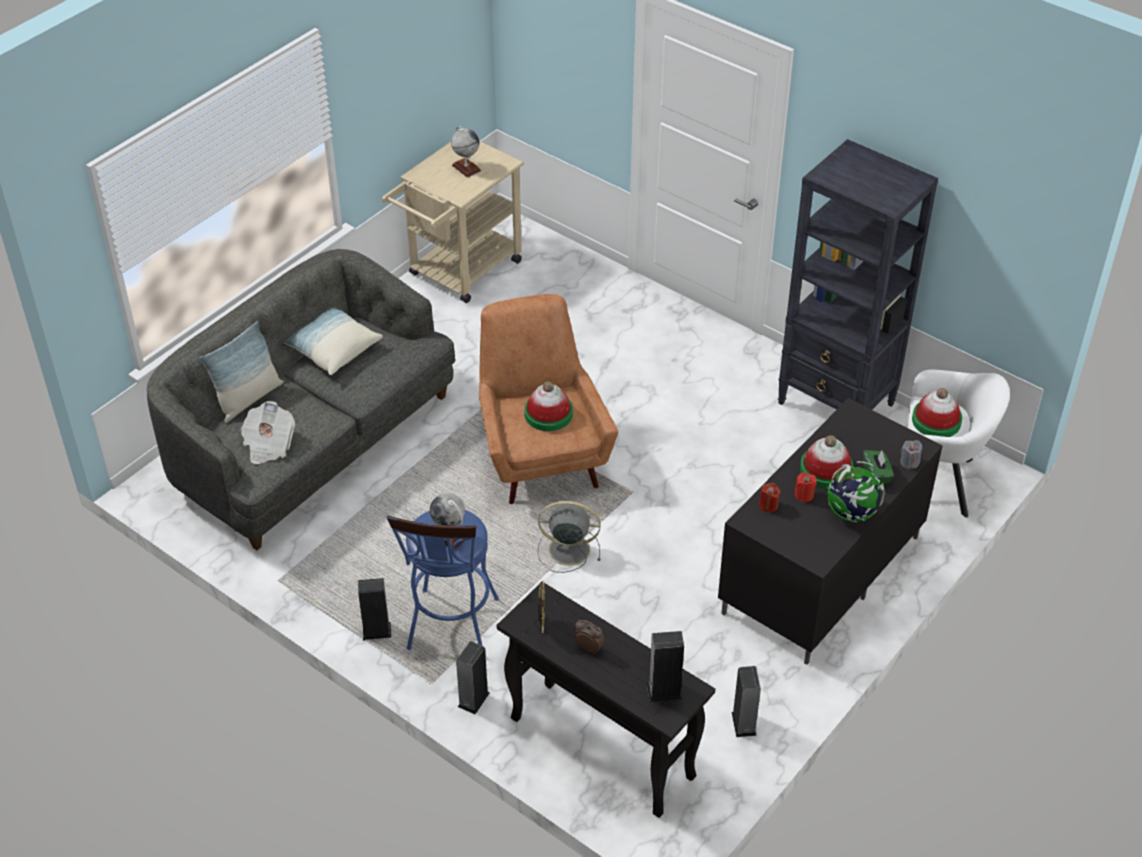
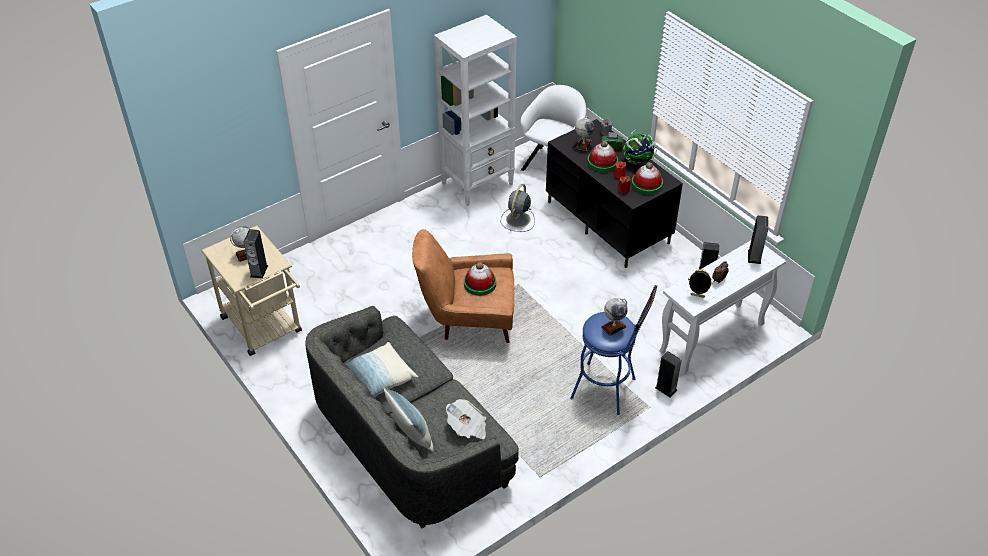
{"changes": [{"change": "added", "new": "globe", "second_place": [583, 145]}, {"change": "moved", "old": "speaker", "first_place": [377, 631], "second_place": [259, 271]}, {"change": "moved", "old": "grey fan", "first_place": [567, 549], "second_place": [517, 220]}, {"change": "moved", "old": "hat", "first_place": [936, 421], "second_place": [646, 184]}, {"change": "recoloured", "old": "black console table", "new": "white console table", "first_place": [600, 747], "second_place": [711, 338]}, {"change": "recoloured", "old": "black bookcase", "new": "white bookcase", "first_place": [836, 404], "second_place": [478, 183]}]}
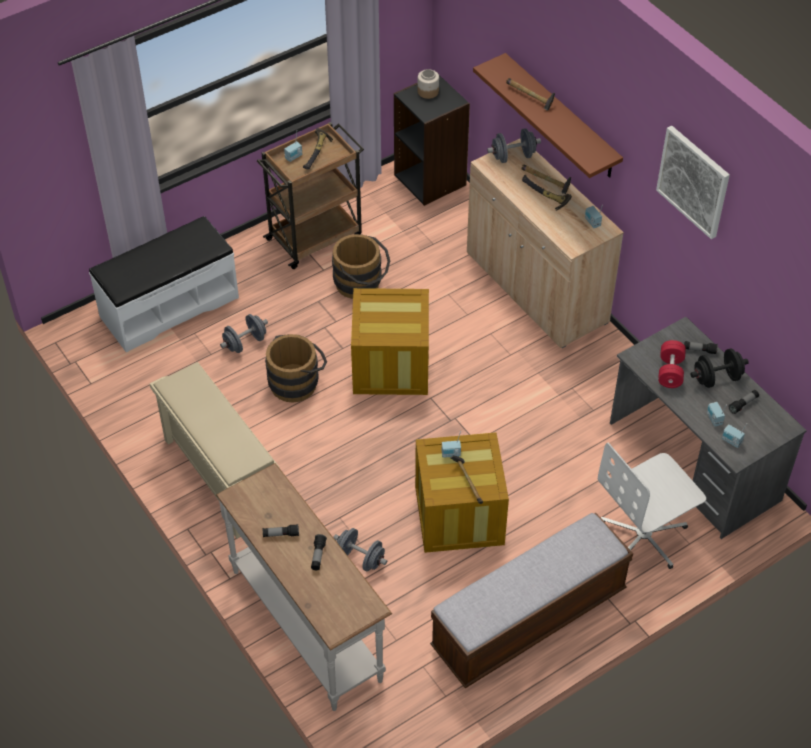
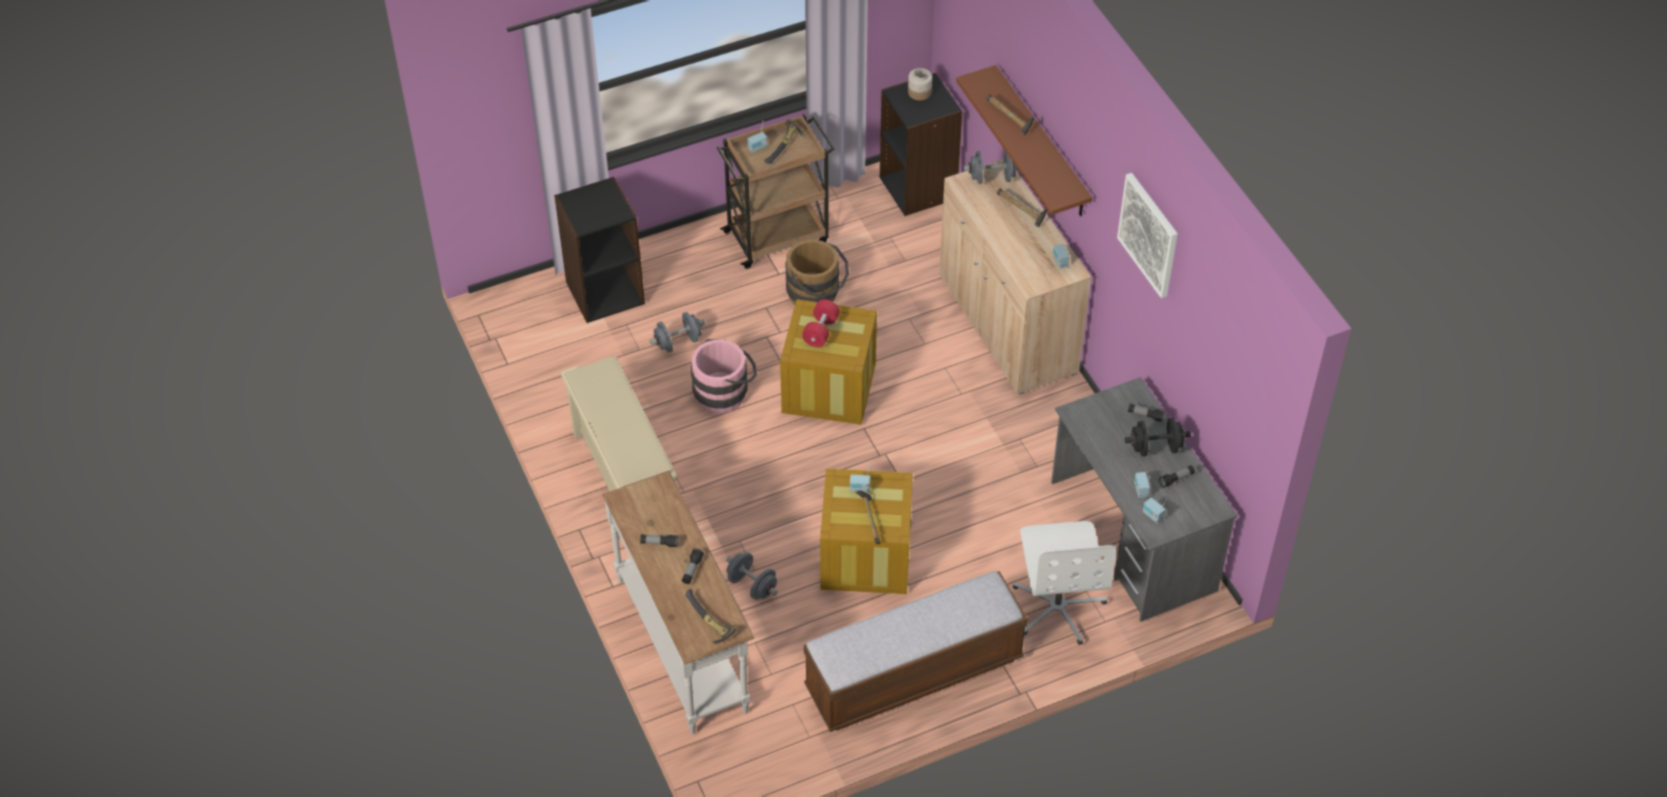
{"changes": [{"change": "moved", "old": "hammer", "first_place": [545, 196], "second_place": [707, 621]}, {"change": "moved", "old": "red dumbbell", "first_place": [670, 371], "second_place": [821, 331]}, {"change": "replaced", "old": "white bench", "new": "black bookcase", "first_place": [169, 306], "second_place": [605, 292]}, {"change": "recoloured", "old": "brown bucket", "new": "pink bucket", "first_place": [297, 381], "second_place": [725, 391]}, {"change": "turned", "old": "white office chair", "first_place": [644, 536], "second_place": [1058, 606], "degrees": -75}]}
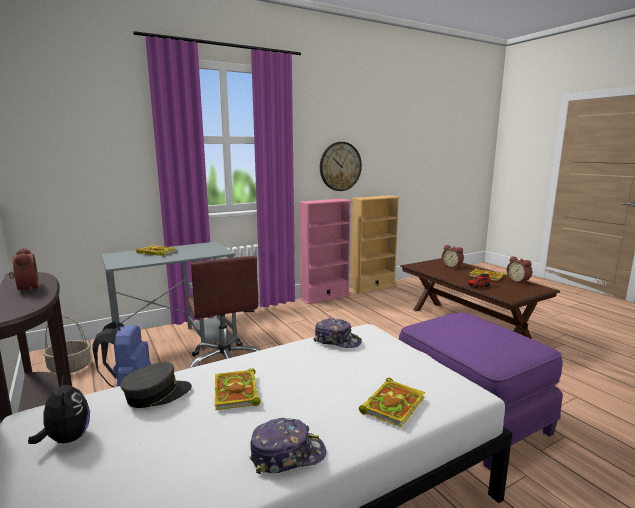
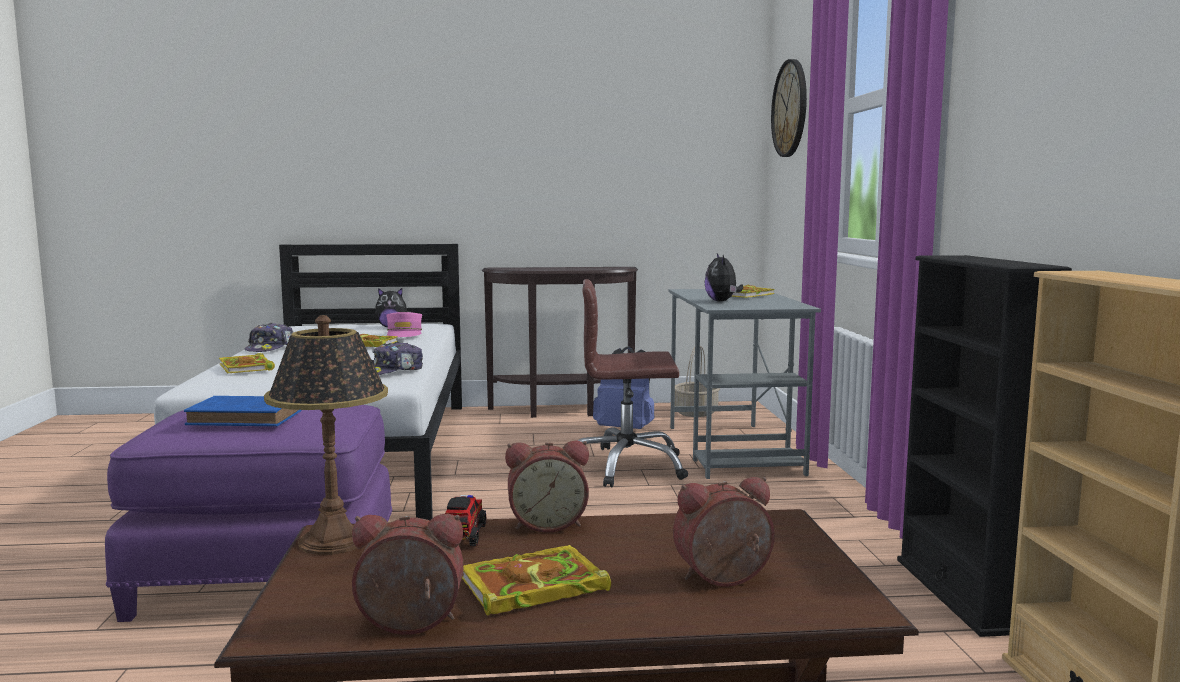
{"changes": [{"change": "added", "new": "blue book", "second_place": [248, 418]}, {"change": "added", "new": "table lamp", "second_place": [335, 541]}, {"change": "added", "new": "plush toy", "second_place": [722, 301]}, {"change": "moved", "old": "alarm clock", "first_place": [26, 288], "second_place": [547, 524]}, {"change": "moved", "old": "wall clock", "first_place": [340, 166], "second_place": [790, 108]}, {"change": "recoloured", "old": "grey cap", "new": "pink cap", "first_place": [157, 395], "second_place": [404, 333]}, {"change": "recoloured", "old": "pink bookcase", "new": "black bookcase", "first_place": [325, 297], "second_place": [962, 594]}]}
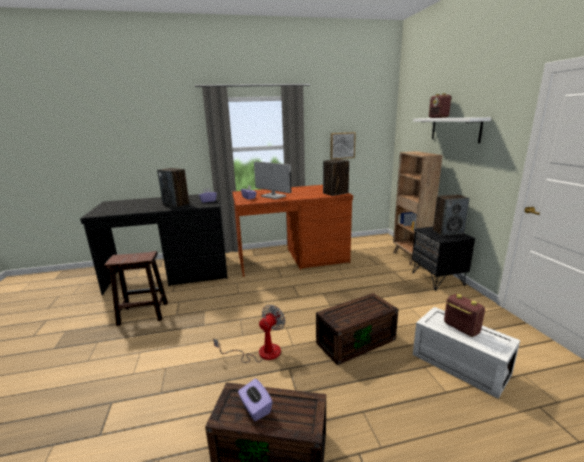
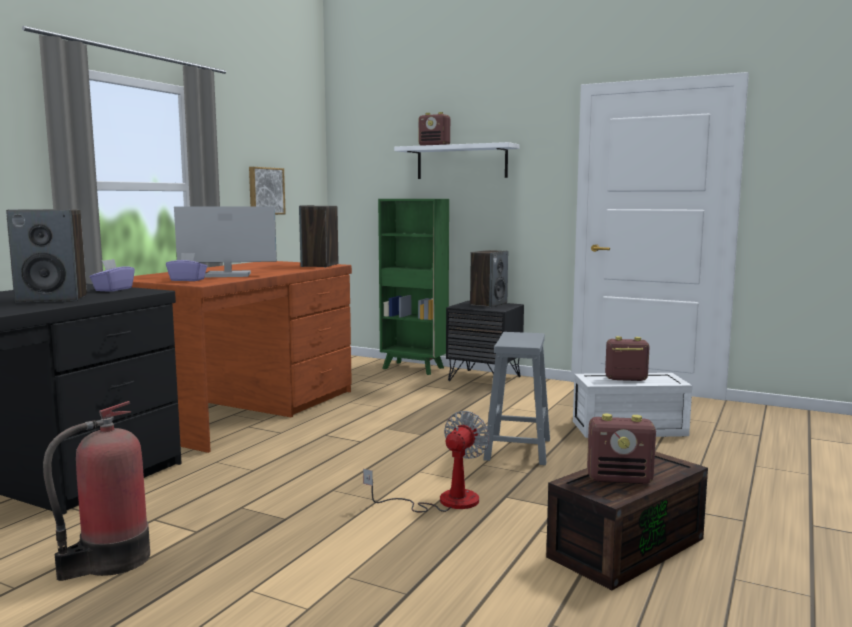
{"changes": [{"change": "replaced", "old": "brown stool", "new": "fire extinguisher", "first_place": [142, 314], "second_place": [110, 561]}, {"change": "replaced", "old": "purple tissue box", "new": "radio", "first_place": [255, 408], "second_place": [620, 479]}, {"change": "replaced", "old": "brown storage box", "new": "grey stool", "first_place": [356, 340], "second_place": [517, 449]}, {"change": "recoloured", "old": "brown bookcase", "new": "green bookcase", "first_place": [410, 257], "second_place": [414, 368]}, {"change": "turned", "old": "fan", "first_place": [261, 353], "second_place": [444, 501], "degrees": 45}]}
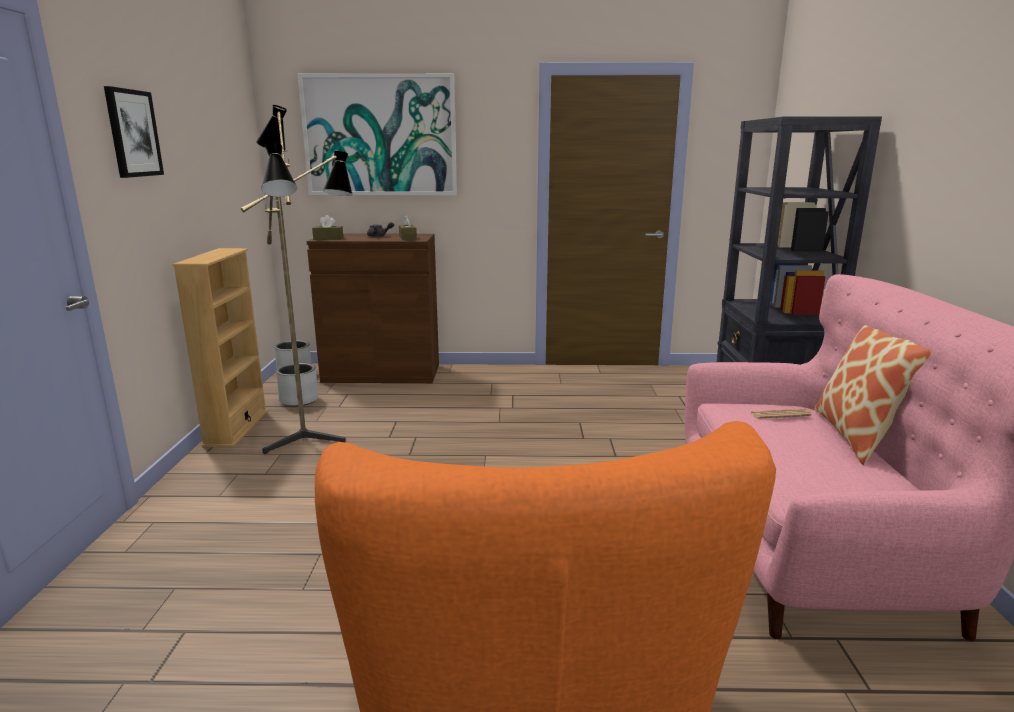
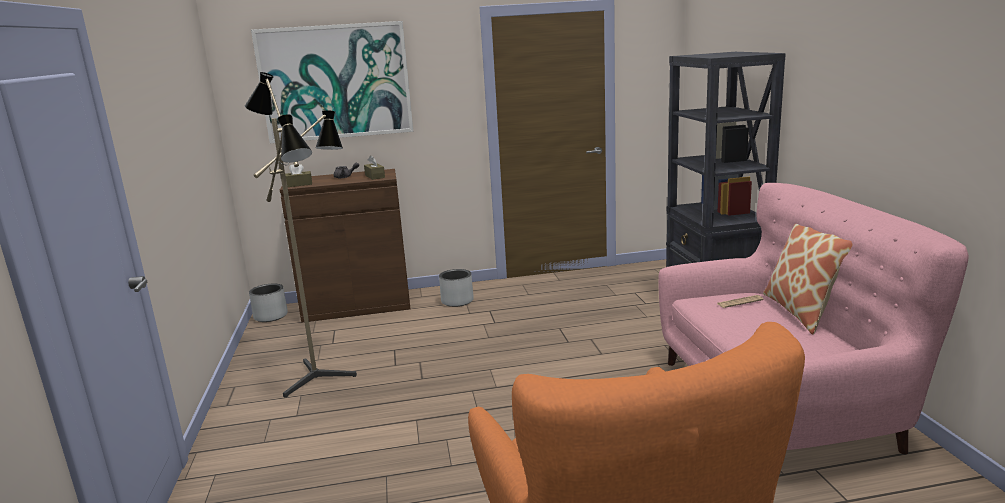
{"changes": [{"change": "removed", "old": "picture", "first_place": [133, 133]}, {"change": "removed", "old": "beige bookcase", "first_place": [236, 428]}, {"change": "moved", "old": "grey planter", "first_place": [299, 400], "second_place": [457, 301]}]}
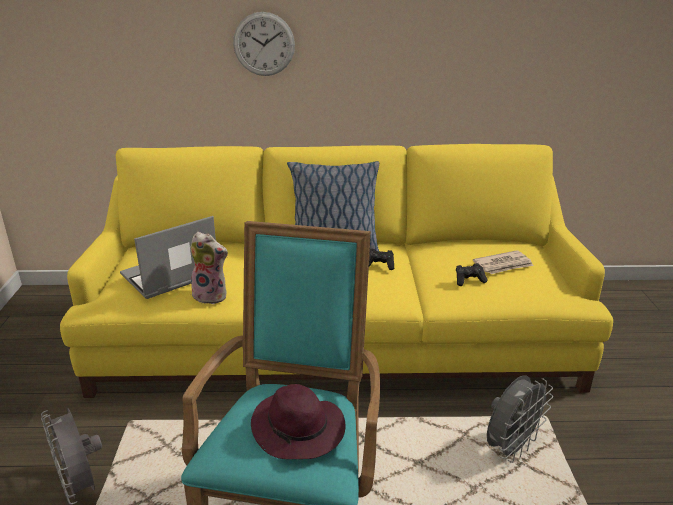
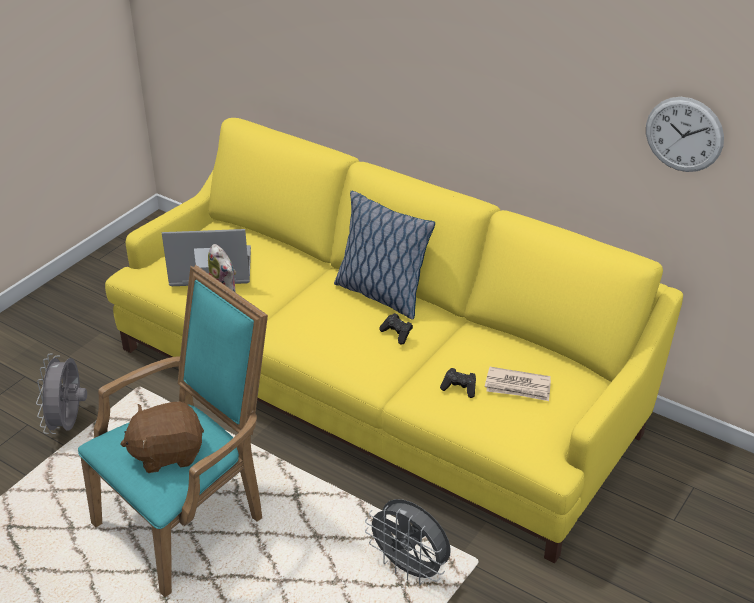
{"changes": [{"change": "moved", "old": "wall clock", "first_place": [264, 44], "second_place": [684, 134]}, {"change": "replaced", "old": "purple hat", "new": "brown plush toy", "first_place": [299, 430], "second_place": [167, 453]}, {"change": "turned", "old": "grey fan", "first_place": [511, 448], "second_place": [410, 569], "degrees": 45}]}
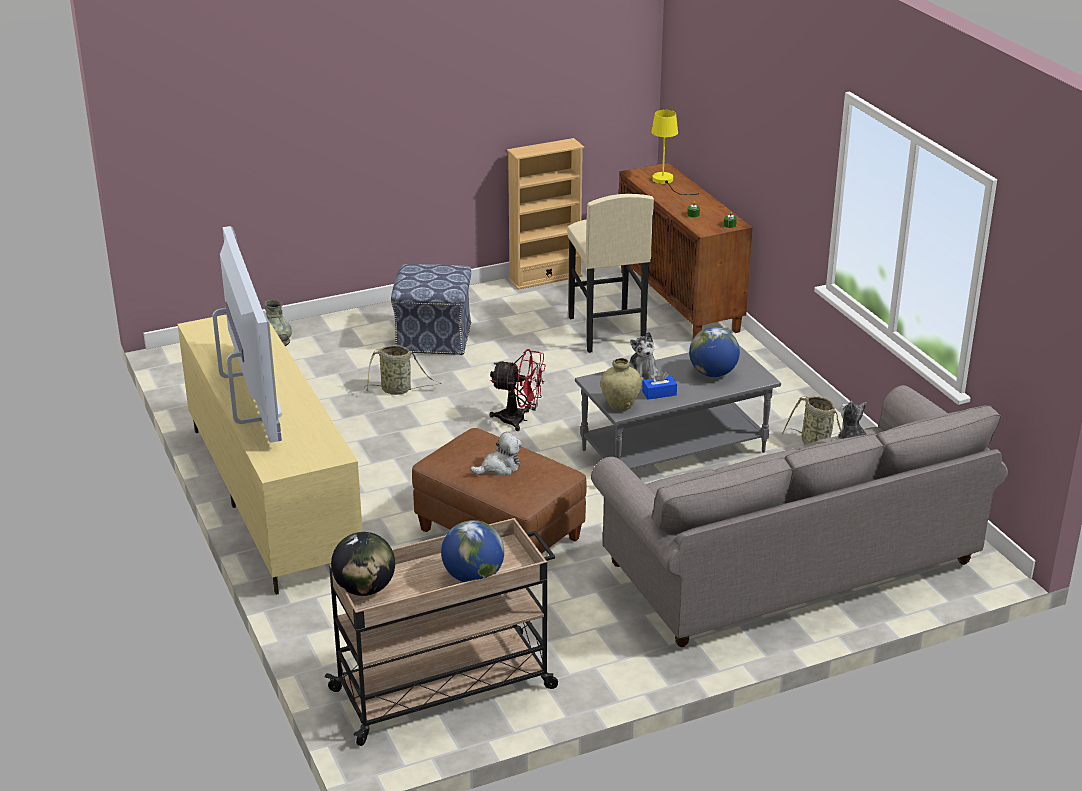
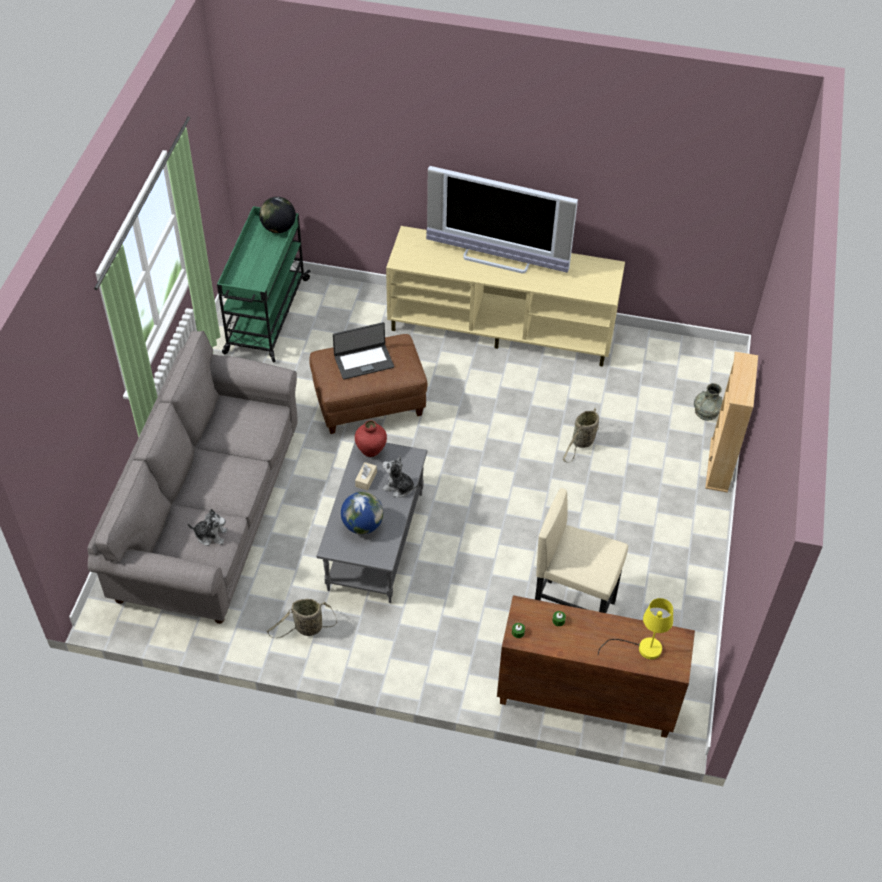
{"changes": [{"change": "removed", "old": "ottoman", "first_place": [434, 338]}, {"change": "removed", "old": "globe", "first_place": [473, 577]}, {"change": "removed", "old": "red fan", "first_place": [519, 420]}, {"change": "moved", "old": "beige bookcase", "first_place": [545, 278], "second_place": [719, 465]}, {"change": "replaced", "old": "plush toy", "new": "laptop", "first_place": [499, 467], "second_place": [363, 361]}, {"change": "recoloured", "old": "beige cart", "new": "green cart", "first_place": [446, 688], "second_place": [266, 316]}, {"change": "recoloured", "old": "beige vase", "new": "red vase", "first_place": [620, 405], "second_place": [371, 450]}, {"change": "recoloured", "old": "blue tissue box", "new": "beige tissue box", "first_place": [659, 393], "second_place": [366, 479]}]}
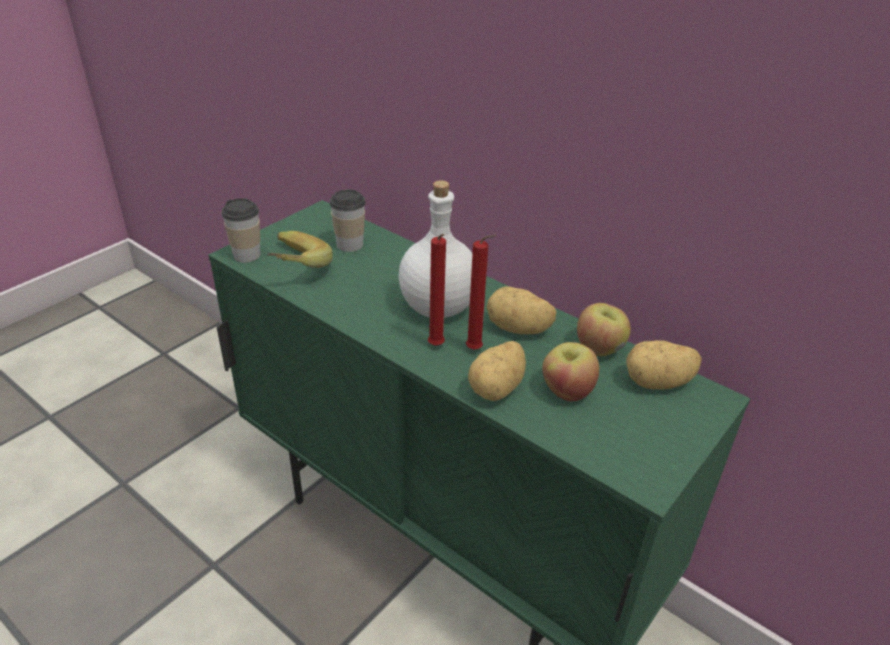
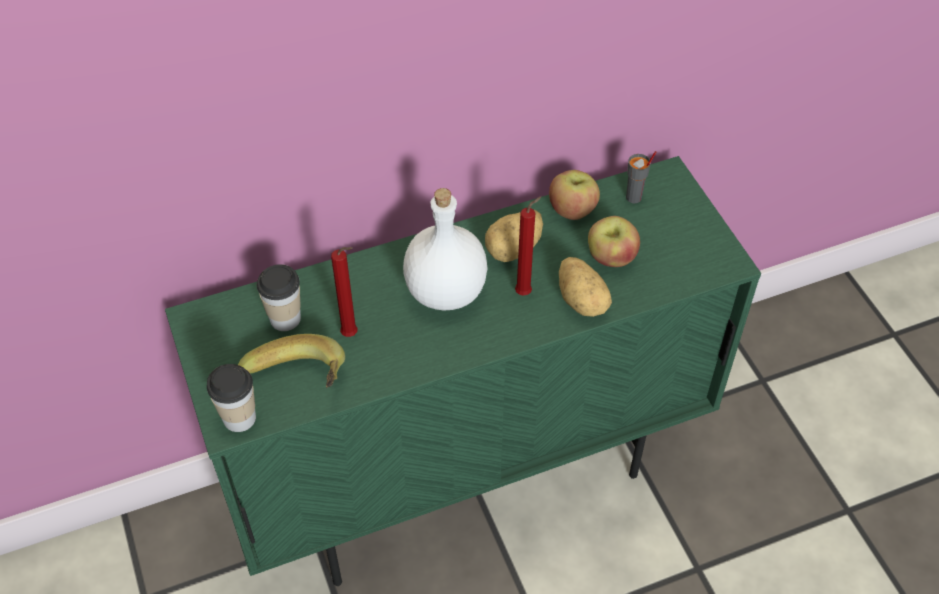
{"changes": [{"change": "moved", "old": "red candle", "first_place": [436, 347], "second_place": [352, 335]}, {"change": "replaced", "old": "potato", "new": "grey cup", "first_place": [658, 383], "second_place": [634, 197]}]}
